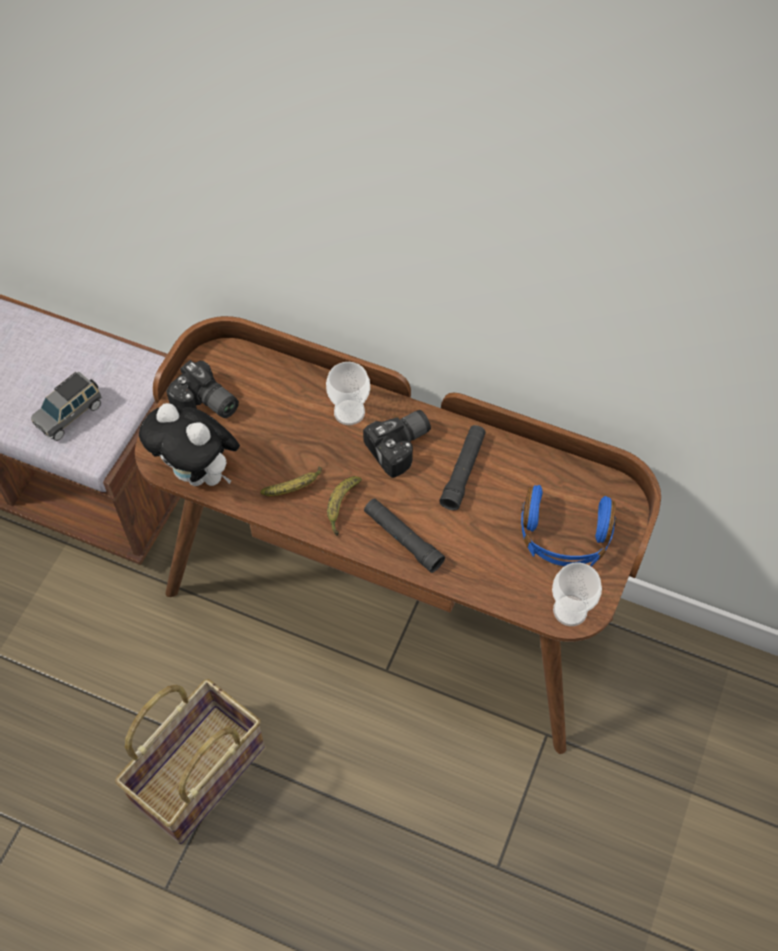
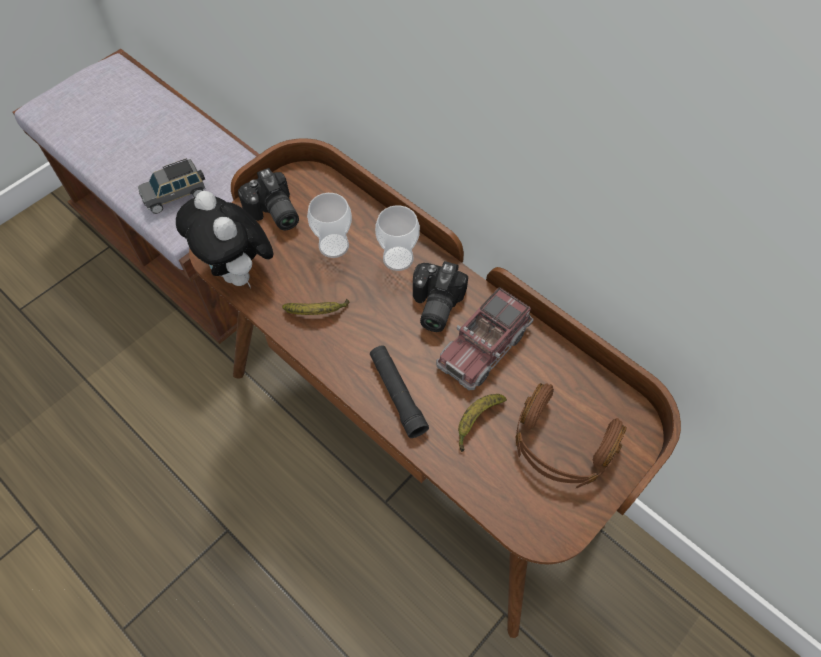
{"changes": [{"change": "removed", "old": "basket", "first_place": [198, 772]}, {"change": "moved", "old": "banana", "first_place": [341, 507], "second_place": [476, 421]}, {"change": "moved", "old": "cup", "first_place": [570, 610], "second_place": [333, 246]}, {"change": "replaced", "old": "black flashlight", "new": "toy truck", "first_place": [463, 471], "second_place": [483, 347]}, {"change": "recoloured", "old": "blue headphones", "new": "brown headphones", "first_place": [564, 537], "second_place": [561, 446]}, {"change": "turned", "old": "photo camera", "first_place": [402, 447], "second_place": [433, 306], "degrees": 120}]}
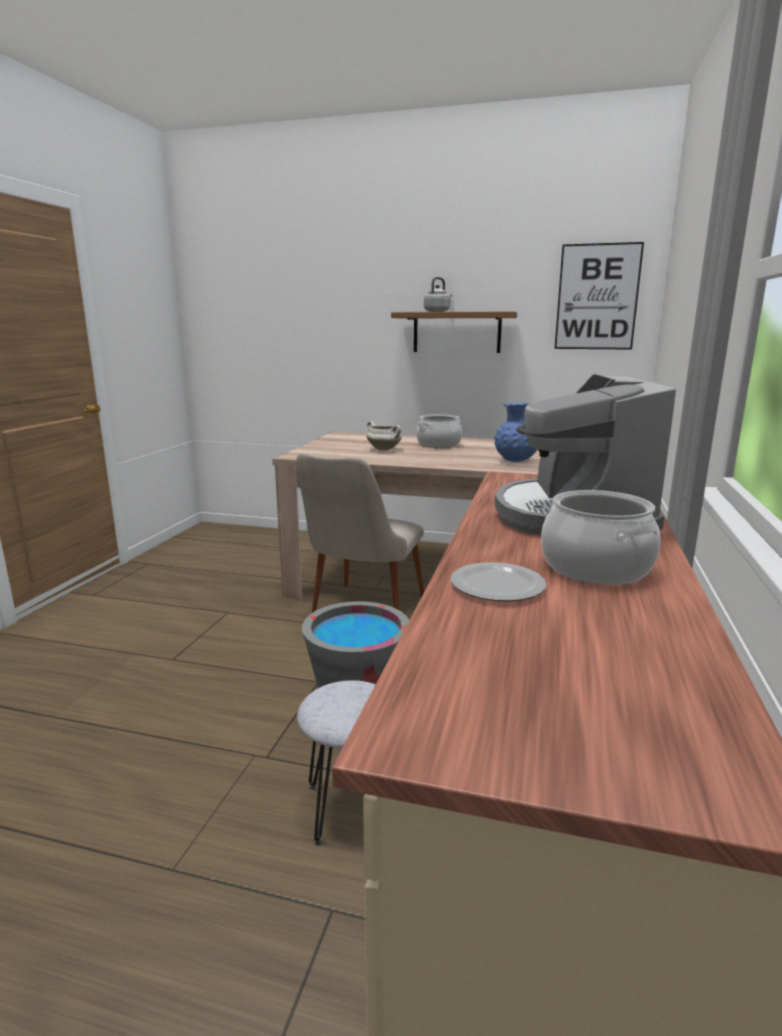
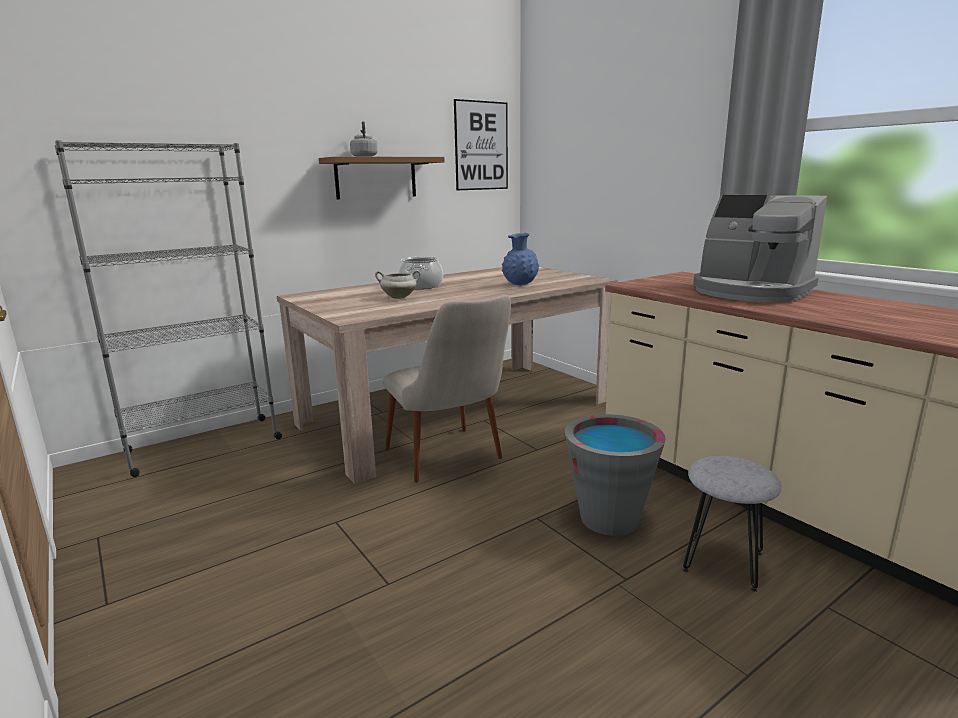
{"changes": [{"change": "removed", "old": "plate", "first_place": [498, 585]}, {"change": "removed", "old": "cooking pot", "first_place": [596, 567]}, {"change": "added", "new": "grey bookcase", "second_place": [203, 445]}]}
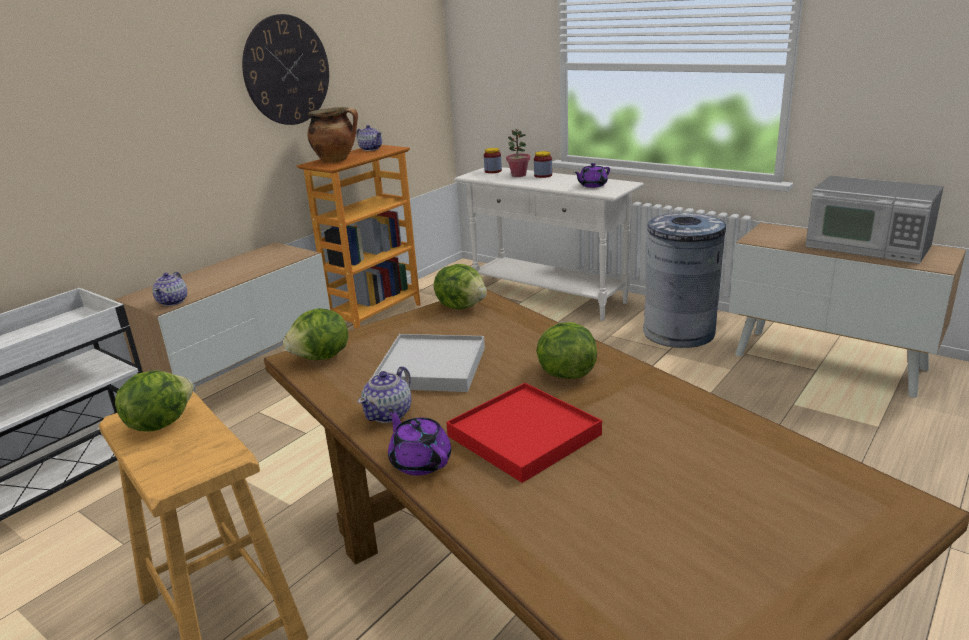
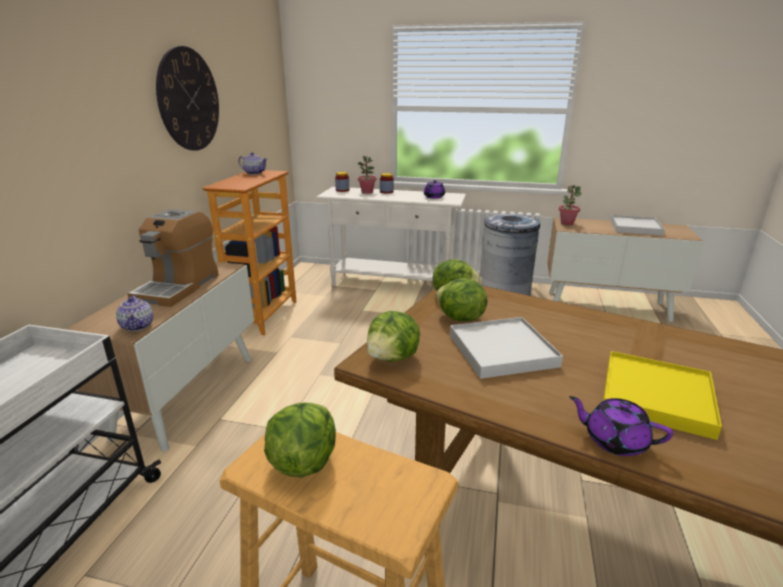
{"changes": [{"change": "removed", "old": "cooking pot", "first_place": [336, 160]}, {"change": "removed", "old": "teapot", "first_place": [389, 414]}, {"change": "added", "new": "coffee machine", "second_place": [178, 287]}, {"change": "added", "new": "potted plant", "second_place": [567, 223]}, {"change": "moved", "old": "lettuce", "first_place": [565, 374], "second_place": [459, 318]}, {"change": "replaced", "old": "microwave", "new": "white tray", "first_place": [867, 247], "second_place": [635, 228]}, {"change": "recoloured", "old": "red tray", "new": "yellow tray", "first_place": [524, 435], "second_place": [656, 396]}]}
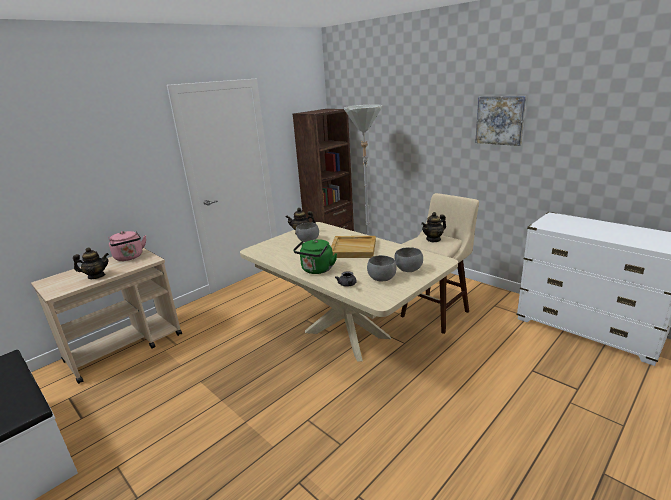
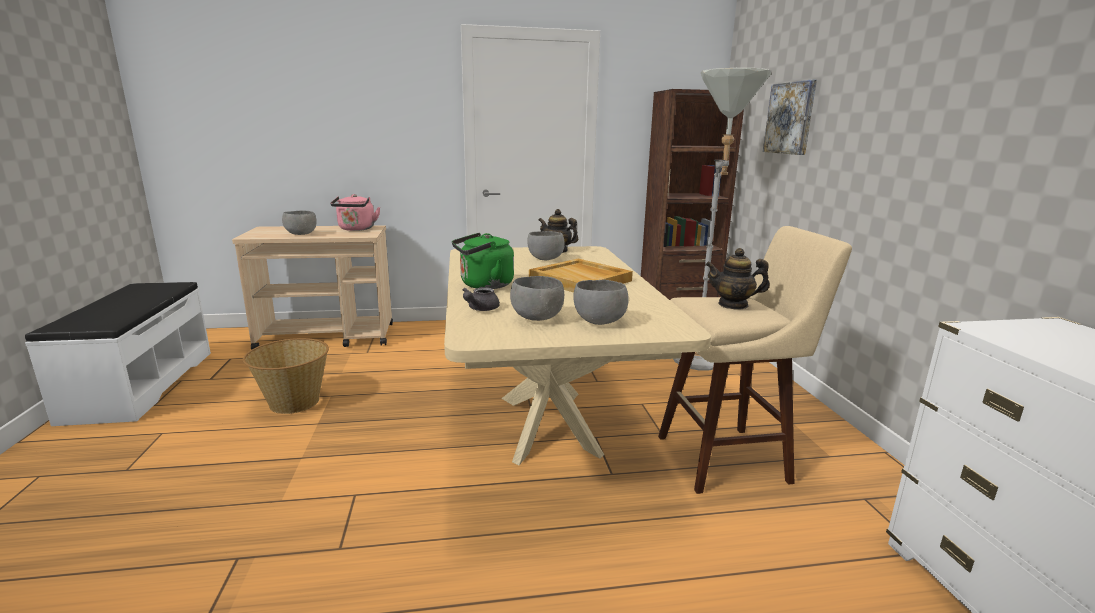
{"changes": [{"change": "added", "new": "basket", "second_place": [294, 402]}, {"change": "moved", "old": "picture", "first_place": [500, 120], "second_place": [790, 118]}, {"change": "replaced", "old": "teapot", "new": "grey bowl", "first_place": [96, 276], "second_place": [301, 234]}]}
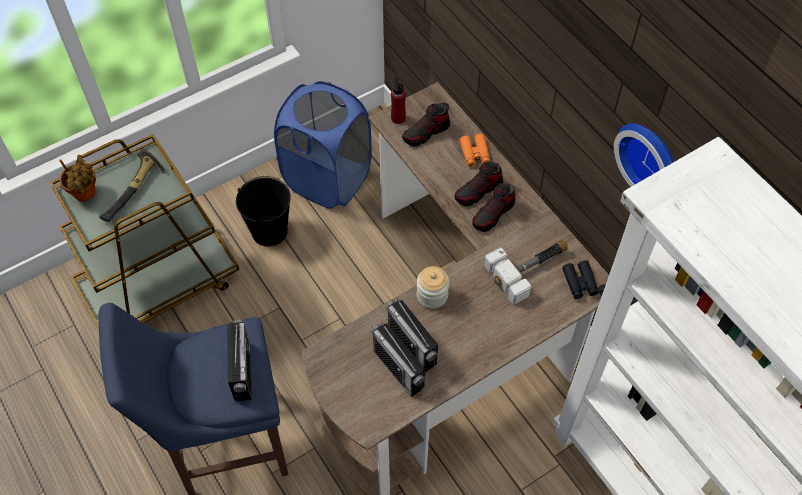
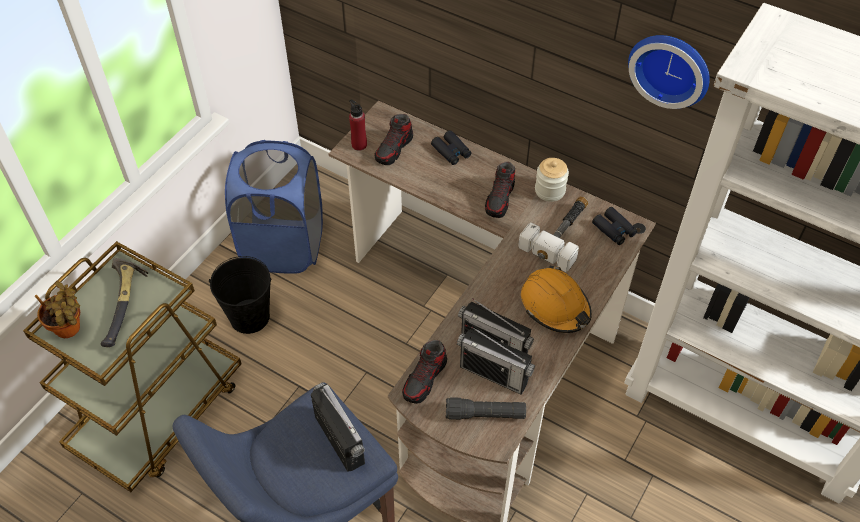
{"changes": [{"change": "added", "new": "black flashlight", "second_place": [485, 414]}, {"change": "added", "new": "orange hard hat", "second_place": [555, 306]}, {"change": "moved", "old": "jar", "first_place": [432, 295], "second_place": [550, 190]}, {"change": "moved", "old": "shoe", "first_place": [478, 191], "second_place": [425, 379]}, {"change": "recoloured", "old": "orange binoculars", "new": "black binoculars", "first_place": [475, 153], "second_place": [451, 151]}]}
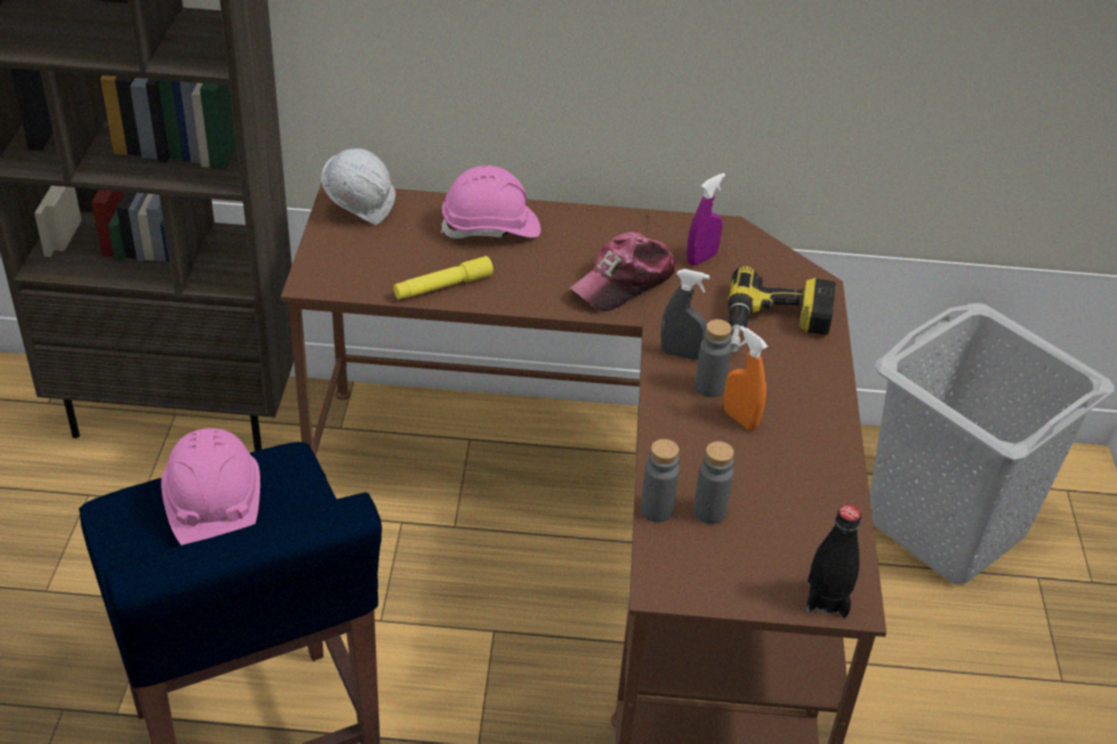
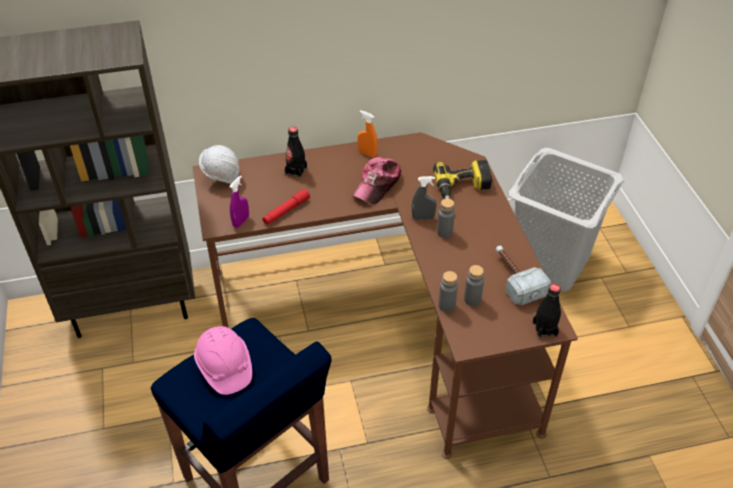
{"changes": [{"change": "added", "new": "hammer", "second_place": [514, 278]}, {"change": "moved", "old": "purple spray bottle", "first_place": [701, 258], "second_place": [241, 222]}, {"change": "moved", "old": "orange spray bottle", "first_place": [740, 419], "second_place": [367, 153]}, {"change": "replaced", "old": "pink hard hat", "new": "black bottle", "first_place": [491, 228], "second_place": [296, 171]}, {"change": "recoloured", "old": "yellow flashlight", "new": "red flashlight", "first_place": [443, 286], "second_place": [286, 211]}]}
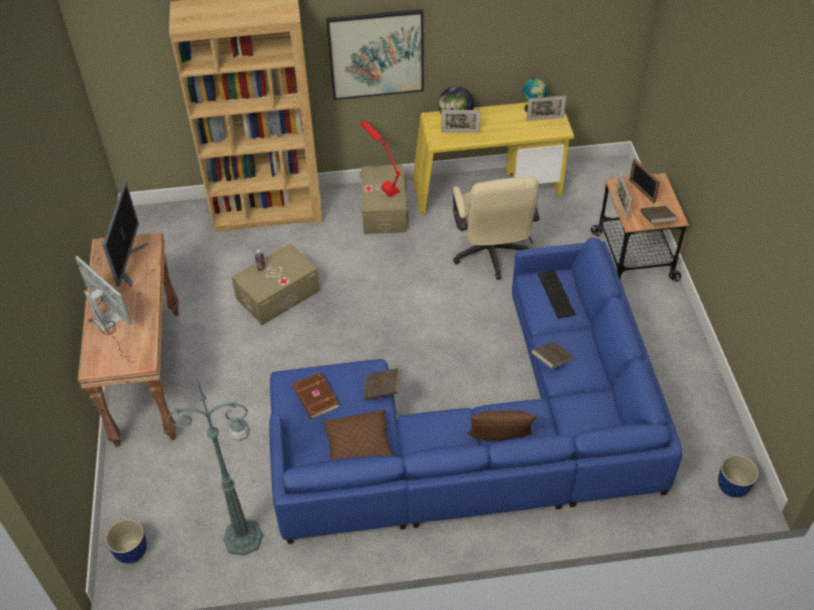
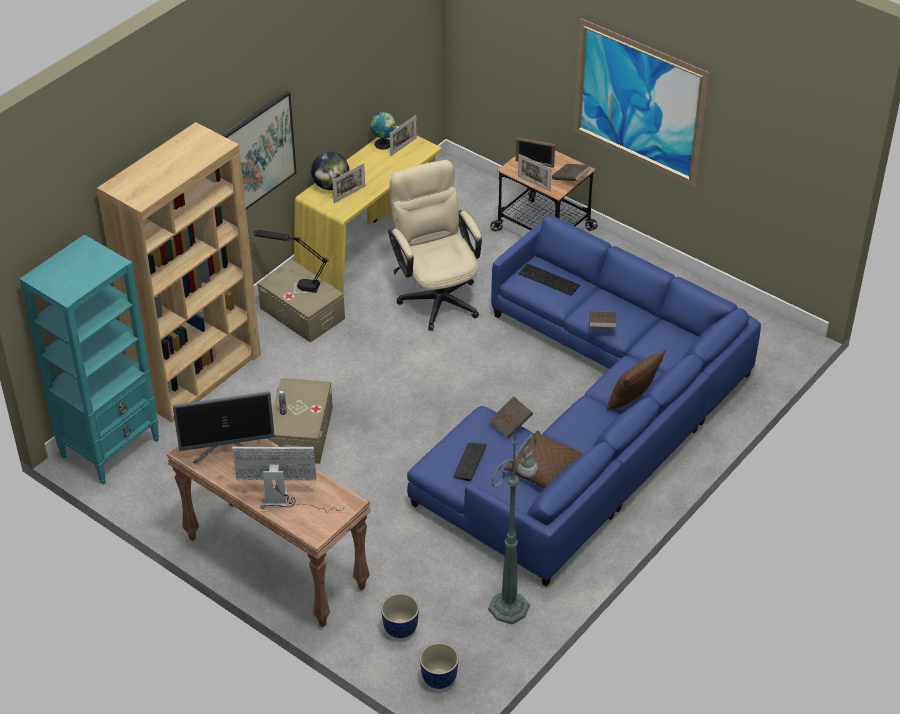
{"changes": [{"change": "added", "new": "turquoise bookcase", "second_place": [111, 448]}, {"change": "added", "new": "picture", "second_place": [638, 102]}, {"change": "moved", "old": "planter", "first_place": [732, 487], "second_place": [401, 629]}, {"change": "replaced", "old": "brown book", "new": "keyboard", "first_place": [315, 397], "second_place": [470, 462]}, {"change": "recoloured", "old": "red table lamp", "new": "black table lamp", "first_place": [382, 182], "second_place": [294, 284]}, {"change": "turned", "old": "monitor", "first_place": [127, 262], "second_place": [227, 449], "degrees": 120}, {"change": "turned", "old": "beige office chair", "first_place": [491, 256], "second_place": [436, 295], "degrees": -150}]}
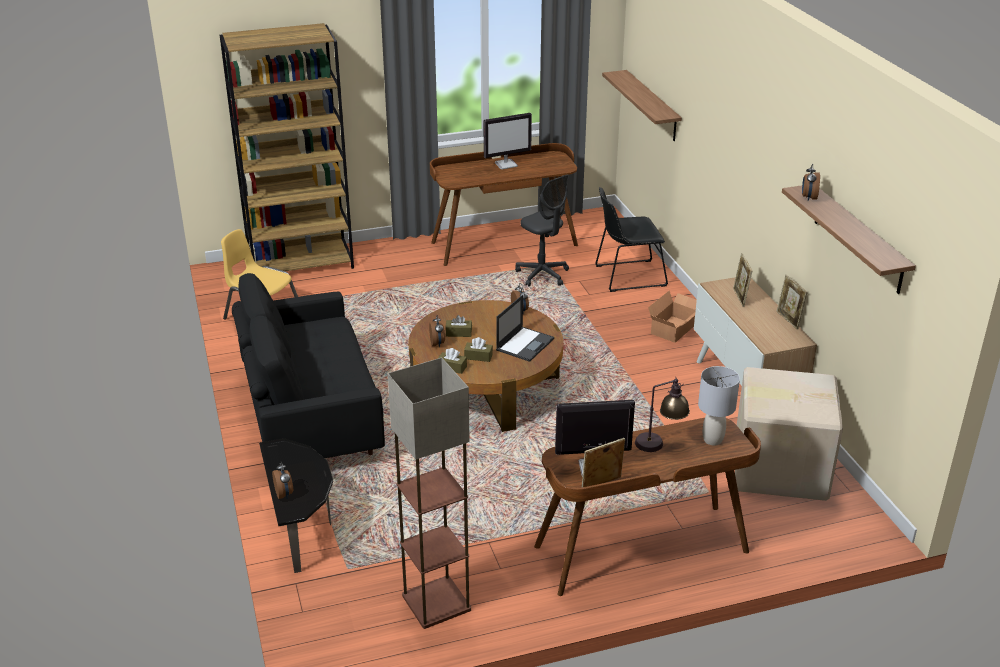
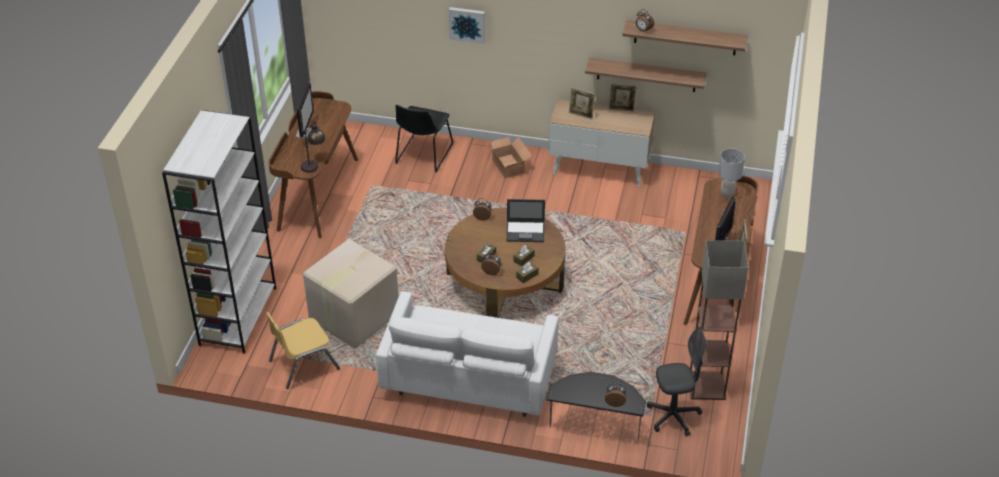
{"changes": [{"change": "added", "new": "picture", "second_place": [467, 24]}, {"change": "moved", "old": "grey office chair", "first_place": [542, 275], "second_place": [673, 416]}, {"change": "moved", "old": "shelf", "first_place": [652, 106], "second_place": [646, 74]}, {"change": "moved", "old": "table lamp", "first_place": [660, 444], "second_place": [314, 163]}, {"change": "moved", "old": "cardboard box", "first_place": [778, 467], "second_place": [352, 316]}, {"change": "recoloured", "old": "brown bookcase", "new": "white bookcase", "first_place": [301, 263], "second_place": [238, 316]}, {"change": "recoloured", "old": "black sofa", "new": "white sofa", "first_place": [311, 416], "second_place": [468, 380]}, {"change": "turned", "old": "laptop", "first_place": [525, 344], "second_place": [526, 231], "degrees": 120}]}
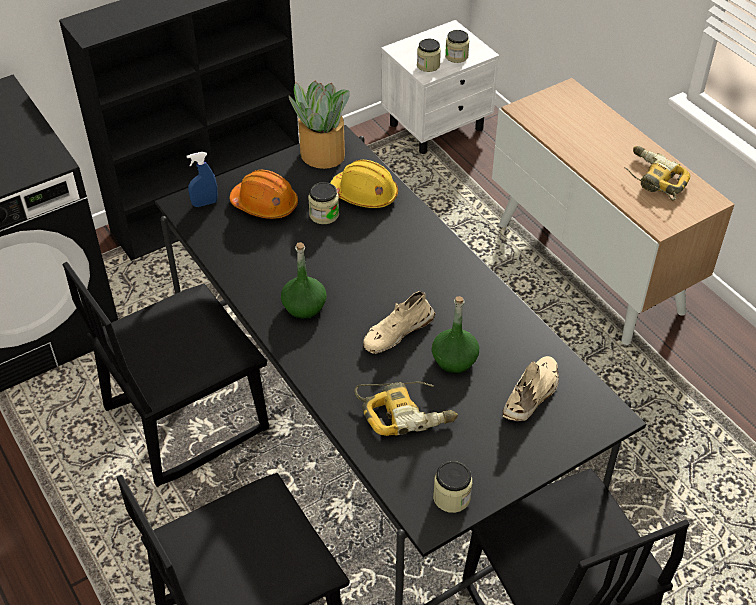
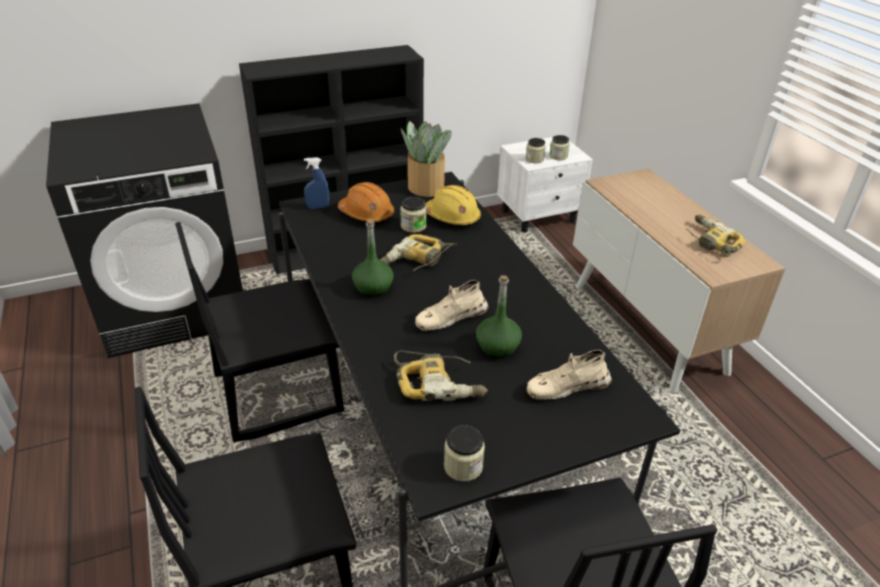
{"changes": [{"change": "added", "new": "power drill", "second_place": [416, 261]}, {"change": "turned", "old": "beige shoe", "first_place": [532, 395], "second_place": [566, 387], "degrees": -150}]}
